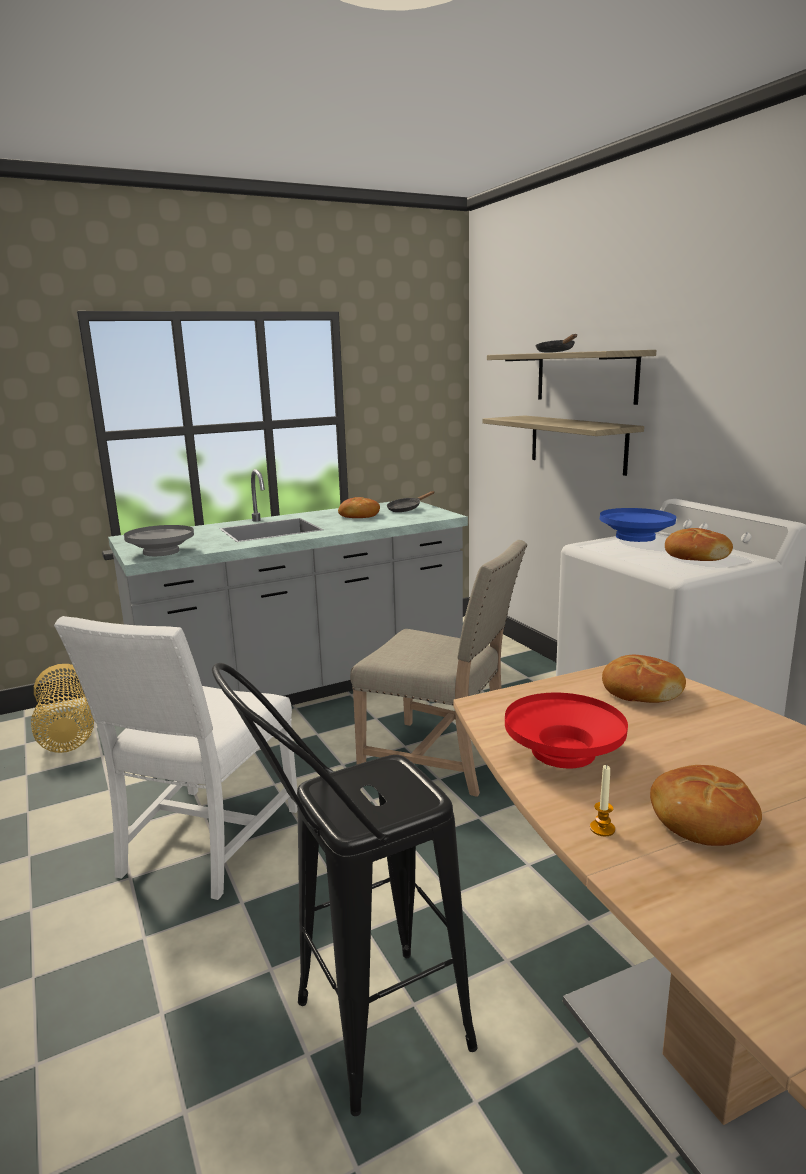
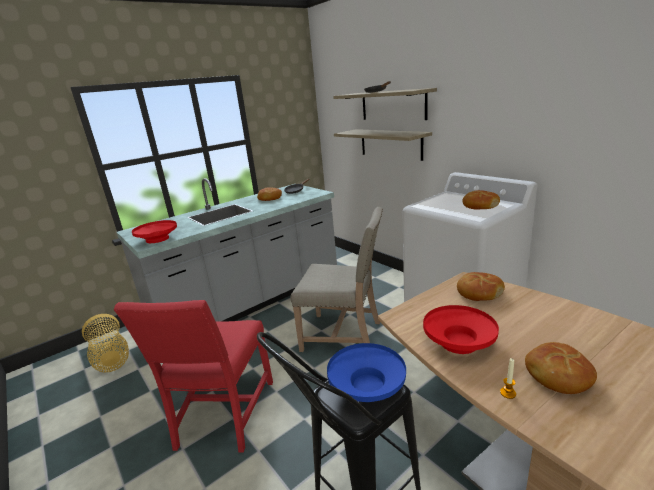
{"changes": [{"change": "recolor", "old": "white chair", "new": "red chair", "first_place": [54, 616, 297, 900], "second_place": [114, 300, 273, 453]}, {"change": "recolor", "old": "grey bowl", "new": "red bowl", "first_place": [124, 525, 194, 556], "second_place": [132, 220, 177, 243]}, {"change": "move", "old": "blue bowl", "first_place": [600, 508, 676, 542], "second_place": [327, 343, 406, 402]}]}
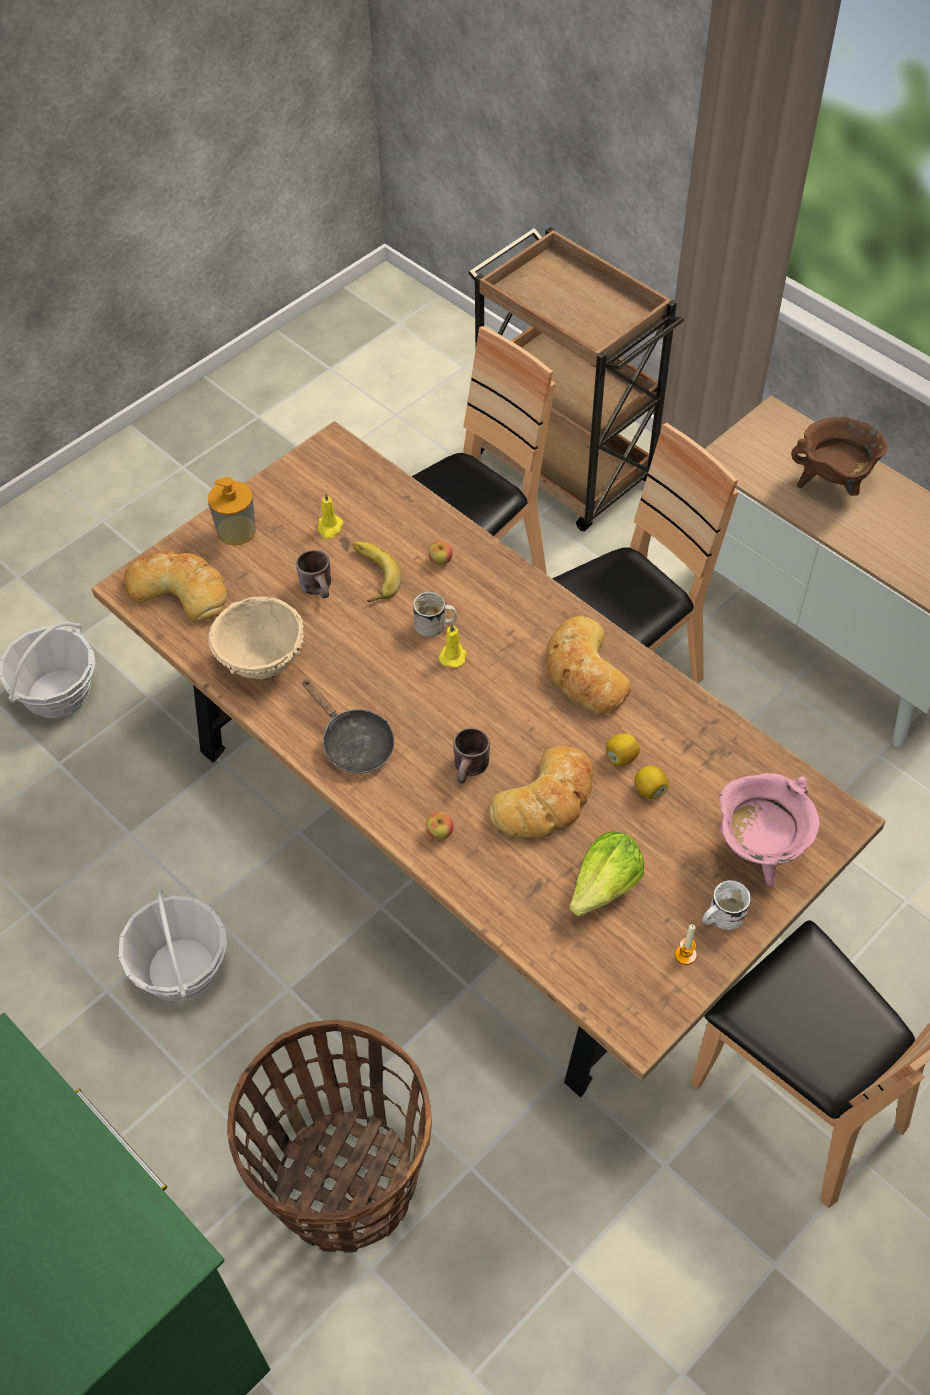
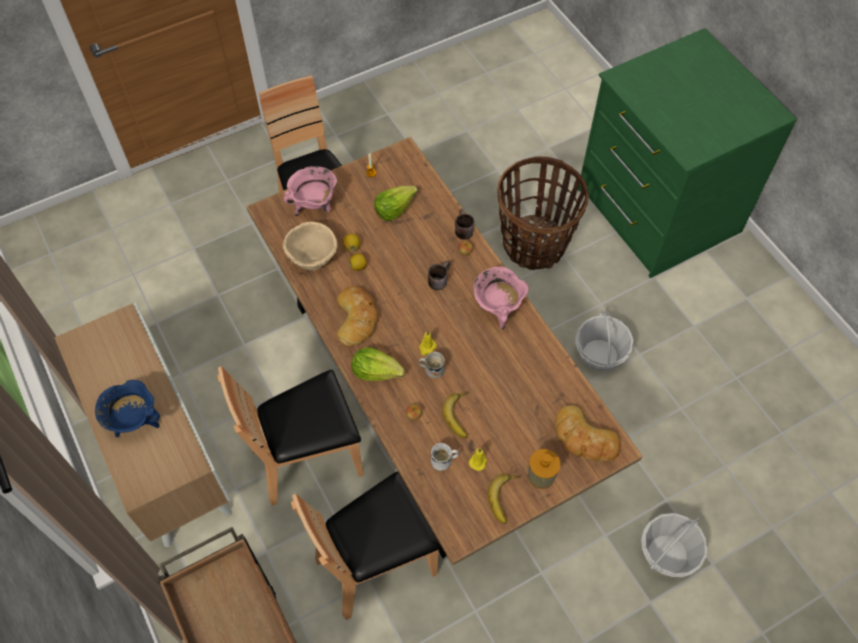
{"changes": [{"change": "recolor", "old": "brown cooking pot", "new": "blue cooking pot", "first_place": [791, 417, 888, 496], "second_place": [95, 380, 160, 437]}, {"change": "move", "old": "beige bowl", "first_place": [208, 596, 304, 679], "second_place": [283, 222, 338, 271]}, {"change": "insert", "new": "lettuce", "second_place": [352, 347, 405, 381]}, {"change": "move", "old": "white mug", "first_place": [702, 880, 751, 931], "second_place": [431, 443, 459, 471]}, {"change": "move", "old": "brown mug", "first_place": [296, 550, 331, 598], "second_place": [455, 209, 475, 240]}, {"change": "replace", "old": "black frying pan", "new": "pink cooking pot", "first_place": [302, 679, 394, 773], "second_place": [473, 267, 529, 329]}, {"change": "insert", "new": "banana", "second_place": [488, 474, 520, 524]}, {"change": "delete", "old": "bread", "first_place": [488, 746, 593, 838]}]}
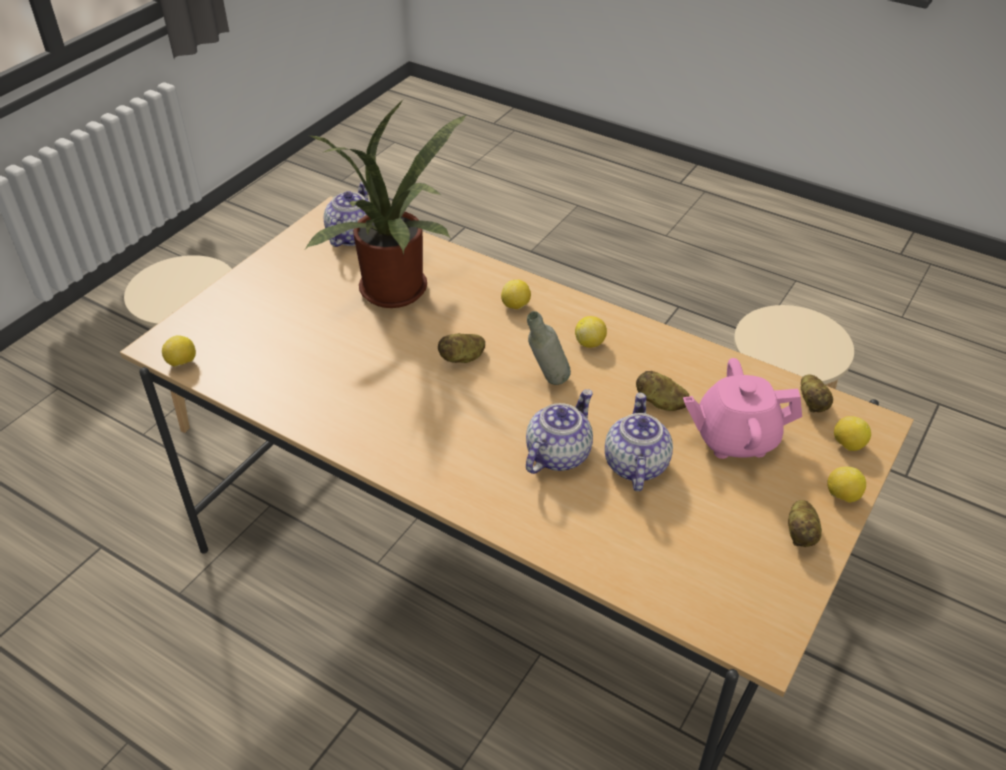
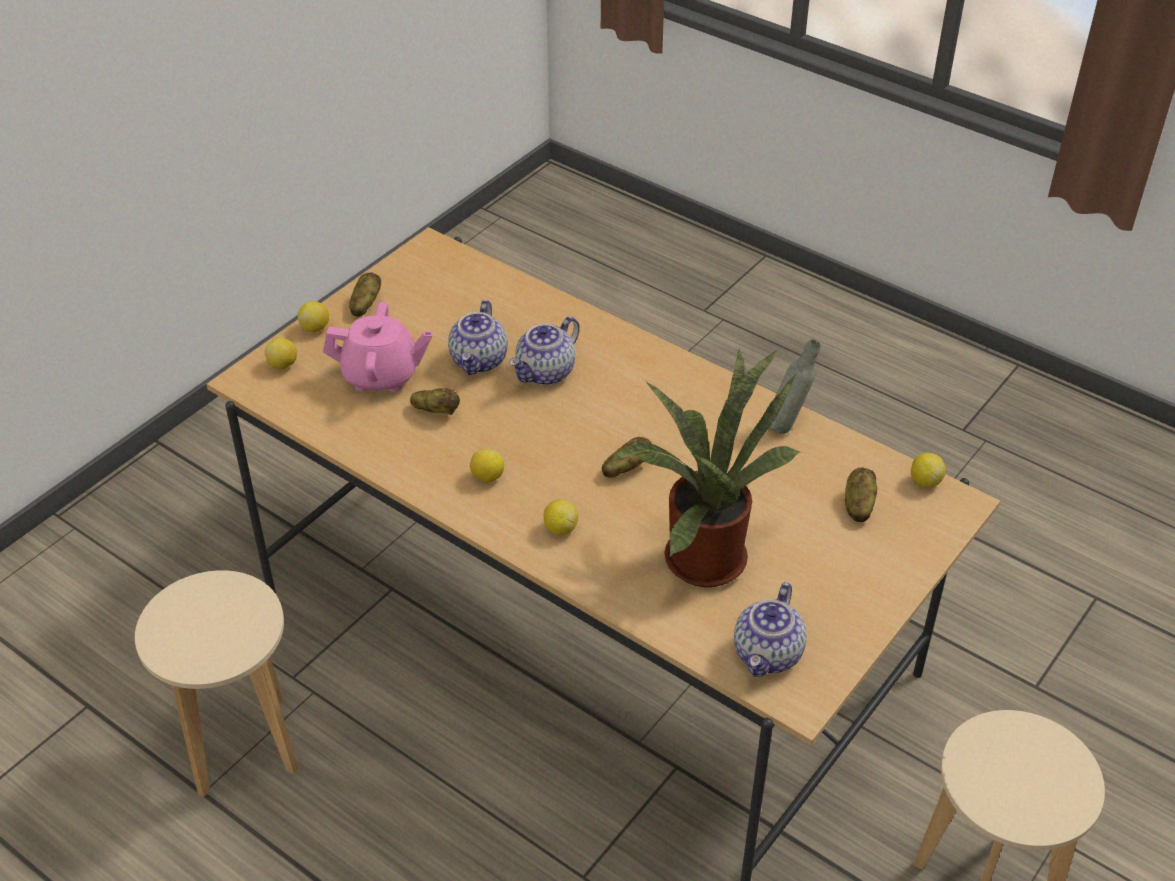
{"changes": [{"change": "move", "old": "grey bottle", "first_place": [527, 311, 571, 385], "second_place": [769, 339, 820, 434]}, {"change": "move", "old": "potato", "first_place": [800, 375, 833, 413], "second_place": [845, 468, 877, 522]}]}
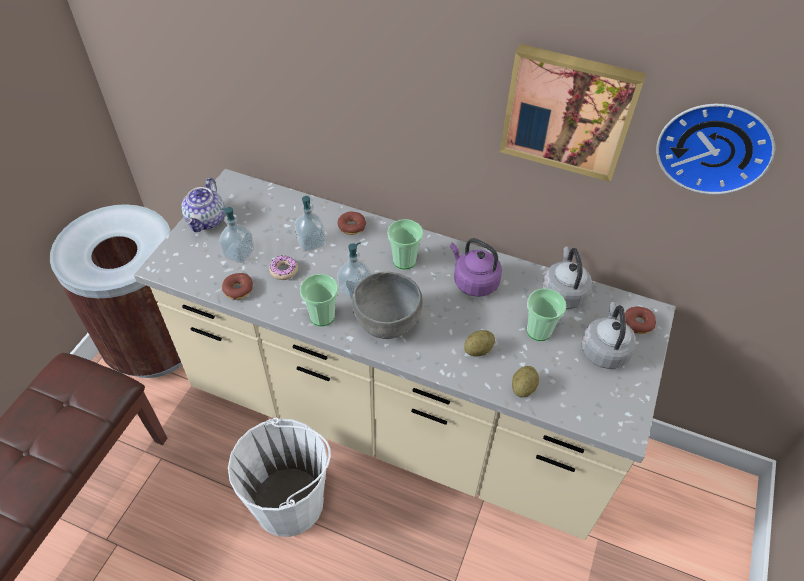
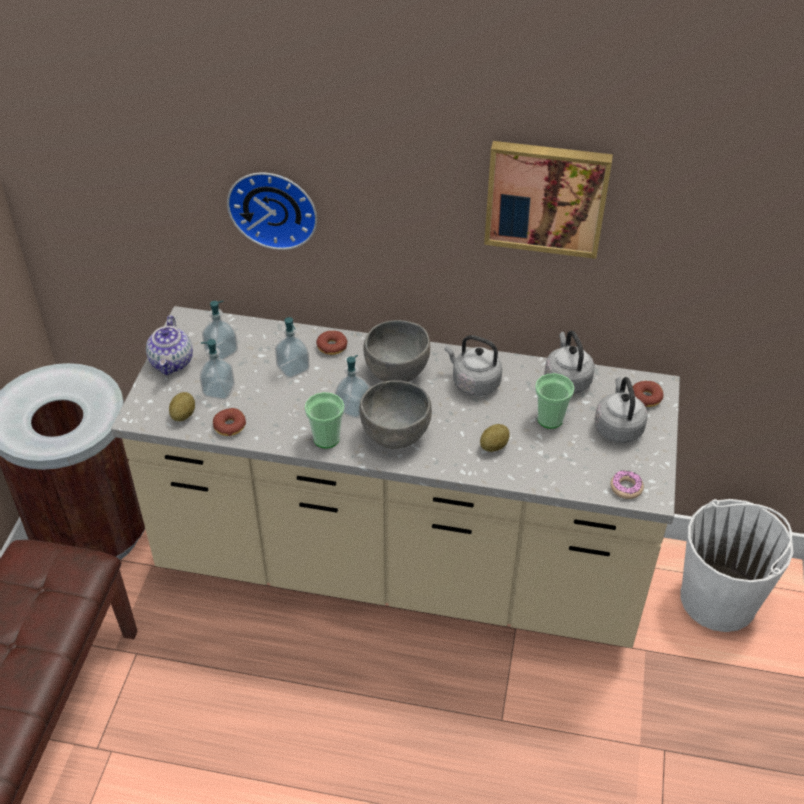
{"changes": [{"change": "move", "old": "potato", "first_place": [512, 366, 539, 397], "second_place": [169, 392, 195, 421]}, {"change": "insert", "new": "soap dispenser", "second_place": [202, 301, 238, 360]}, {"change": "move", "old": "wall clock", "first_place": [656, 104, 775, 194], "second_place": [227, 172, 317, 250]}, {"change": "replace", "old": "cup", "new": "grey bowl", "first_place": [387, 219, 423, 269], "second_place": [363, 320, 430, 382]}, {"change": "recolor", "old": "purple kettle", "new": "grey kettle", "first_place": [450, 238, 502, 297], "second_place": [445, 335, 502, 396]}, {"change": "move", "old": "donut", "first_place": [269, 255, 298, 280], "second_place": [610, 471, 644, 499]}, {"change": "move", "old": "white bucket", "first_place": [228, 418, 331, 537], "second_place": [681, 499, 793, 632]}]}
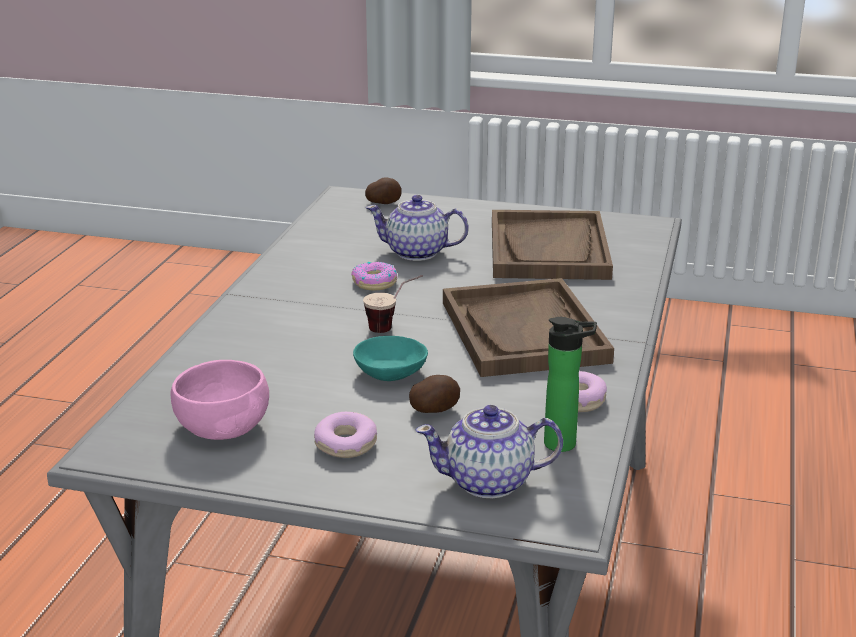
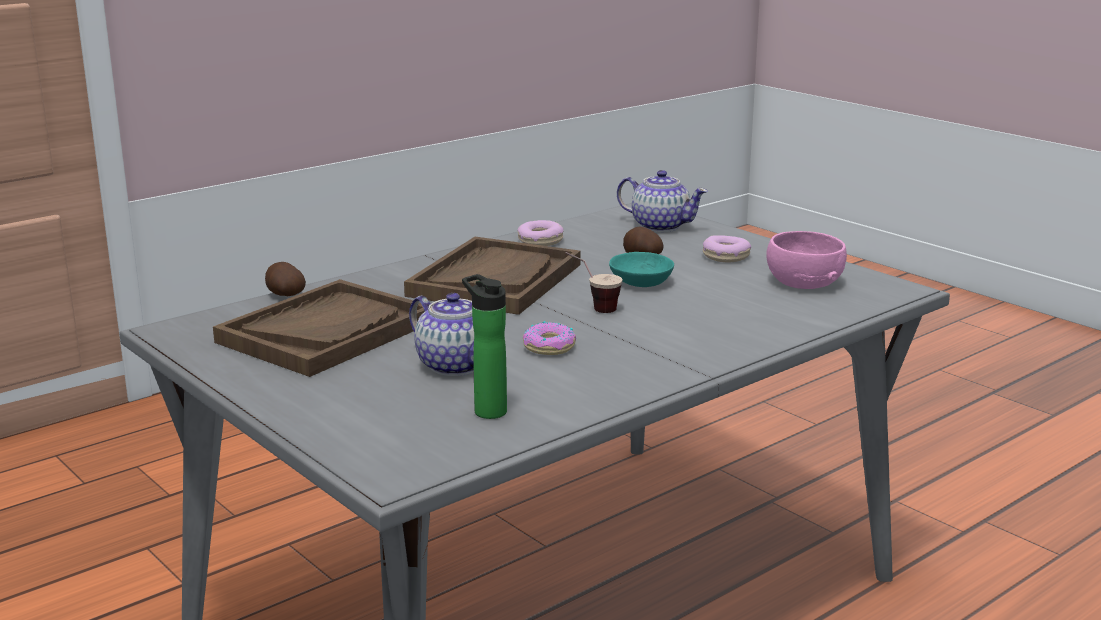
{"changes": [{"change": "move", "old": "potato", "first_place": [365, 177, 402, 204], "second_place": [265, 262, 306, 296]}, {"change": "move", "old": "bottle", "first_place": [544, 317, 597, 452], "second_place": [462, 274, 507, 419]}]}
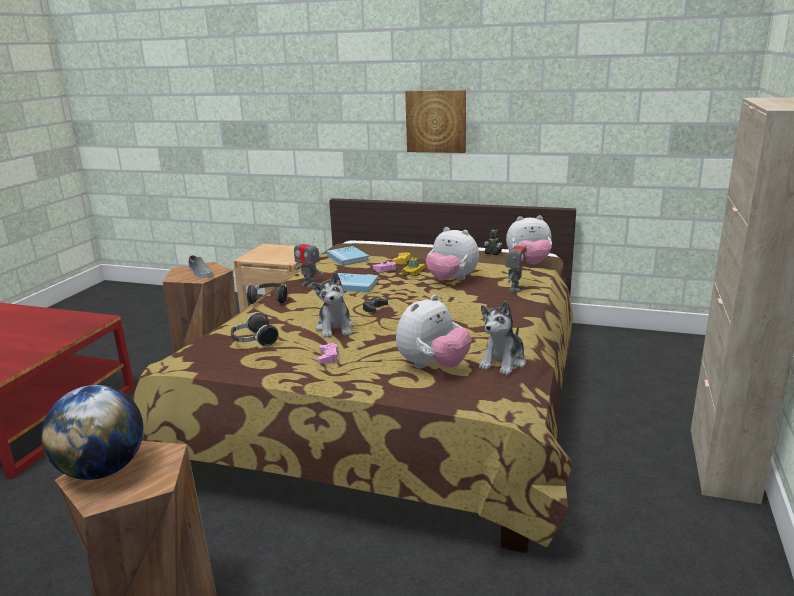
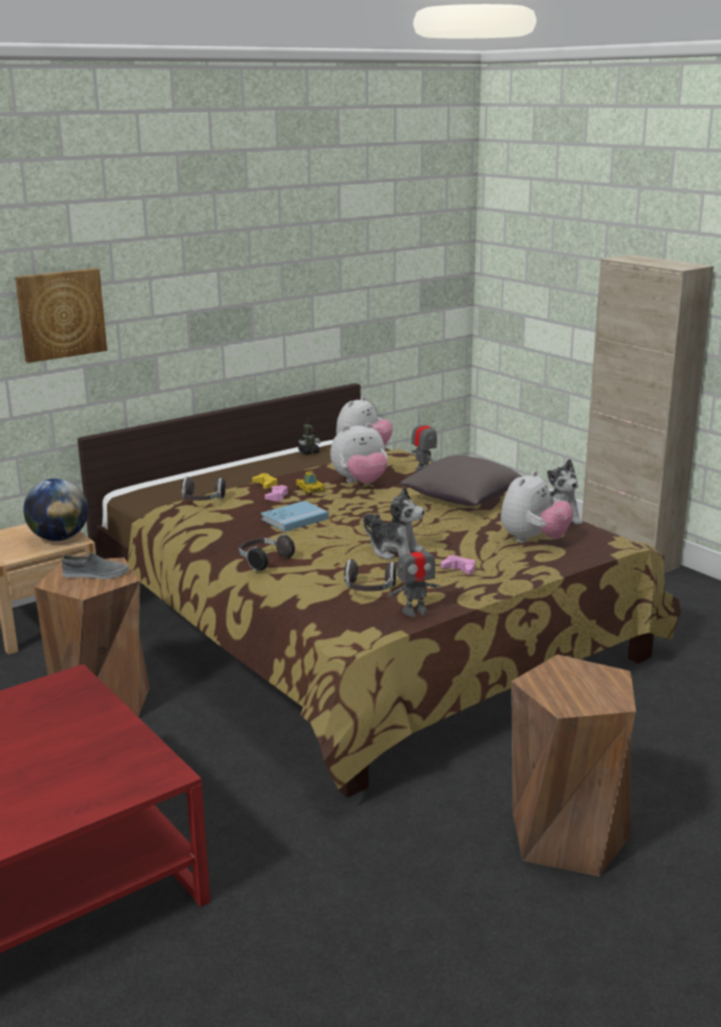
{"changes": [{"change": "move", "old": "picture", "first_place": [405, 90, 466, 153], "second_place": [15, 268, 107, 363]}, {"change": "move", "old": "globe", "first_place": [41, 385, 144, 480], "second_place": [23, 478, 88, 541]}, {"change": "replace", "old": "blue book", "new": "headphones", "first_place": [327, 246, 370, 266], "second_place": [181, 477, 226, 500]}, {"change": "move", "old": "toy robot", "first_place": [294, 234, 324, 288], "second_place": [388, 539, 442, 617]}, {"change": "insert", "new": "grey pillow", "second_place": [400, 455, 523, 506]}, {"change": "rotate", "old": "plush toy", "first_place": [396, 295, 472, 369], "second_place": [501, 470, 573, 543], "degrees": 45}]}
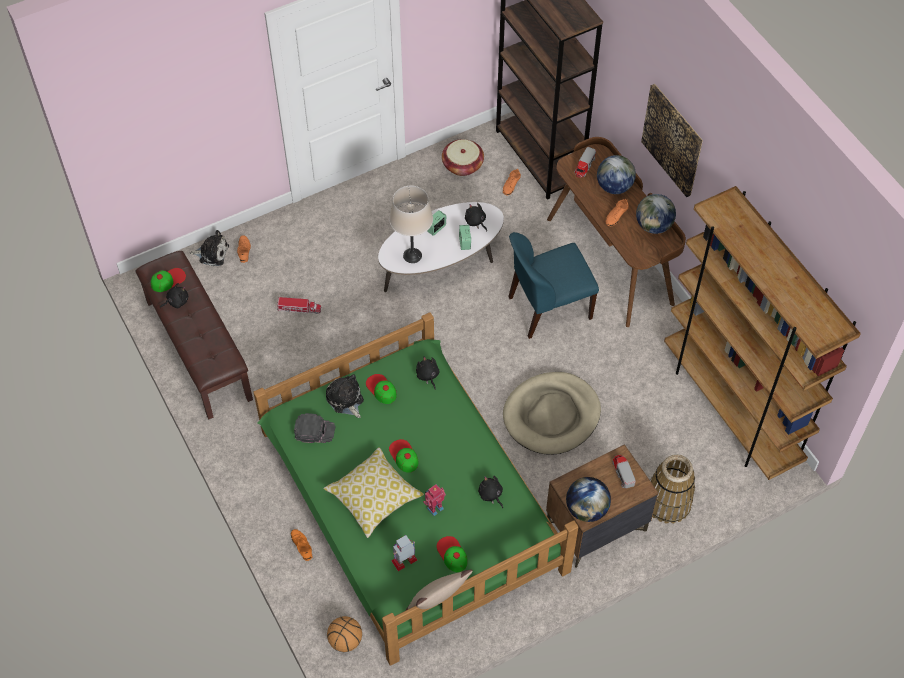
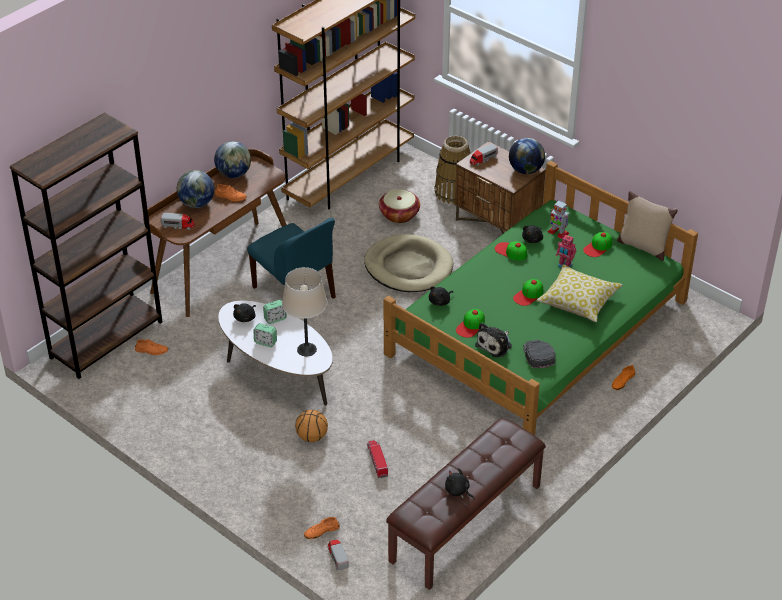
{"changes": [{"change": "move", "old": "basketball", "first_place": [327, 616, 362, 652], "second_place": [295, 410, 328, 442]}, {"change": "replace", "old": "plush toy", "new": "toy truck", "first_place": [190, 230, 229, 266], "second_place": [328, 539, 349, 570]}, {"change": "move", "old": "basket", "first_place": [442, 139, 484, 176], "second_place": [379, 189, 420, 223]}, {"change": "move", "old": "cap", "first_place": [151, 268, 186, 292], "second_place": [495, 241, 527, 260]}, {"change": "move", "old": "toy robot", "first_place": [391, 535, 417, 571], "second_place": [547, 200, 569, 239]}, {"change": "delete", "old": "picture", "first_place": [641, 84, 703, 197]}]}
